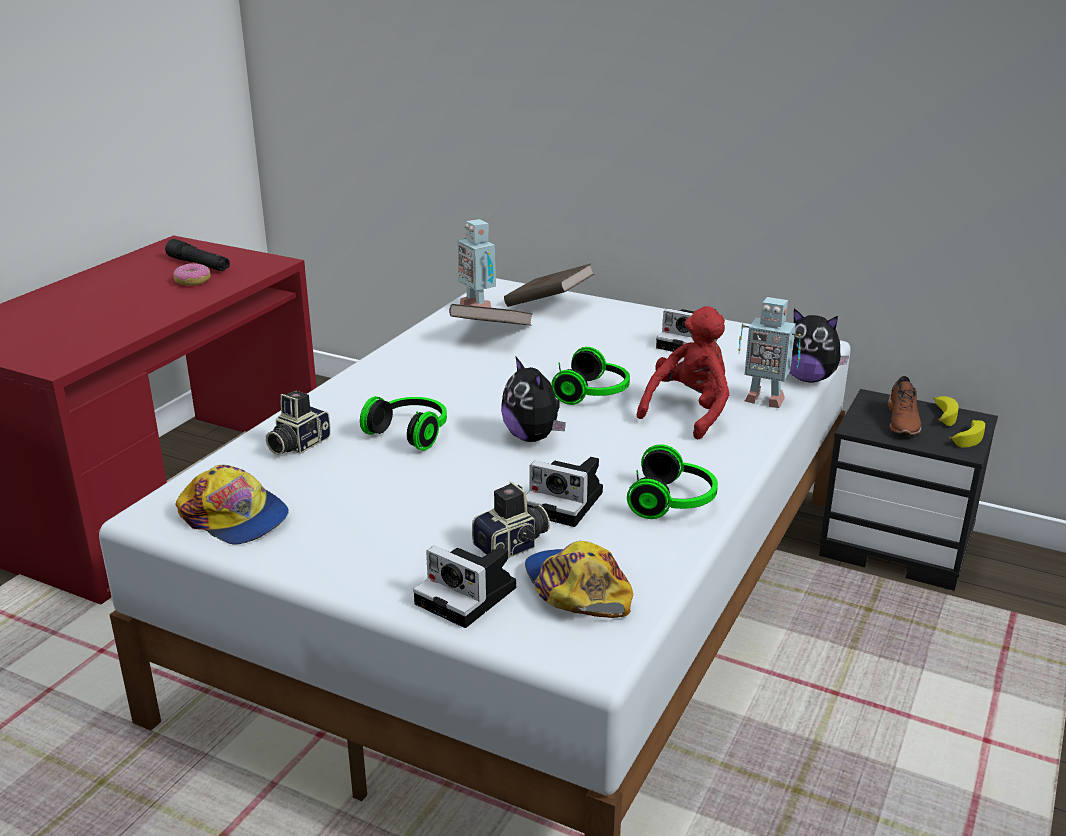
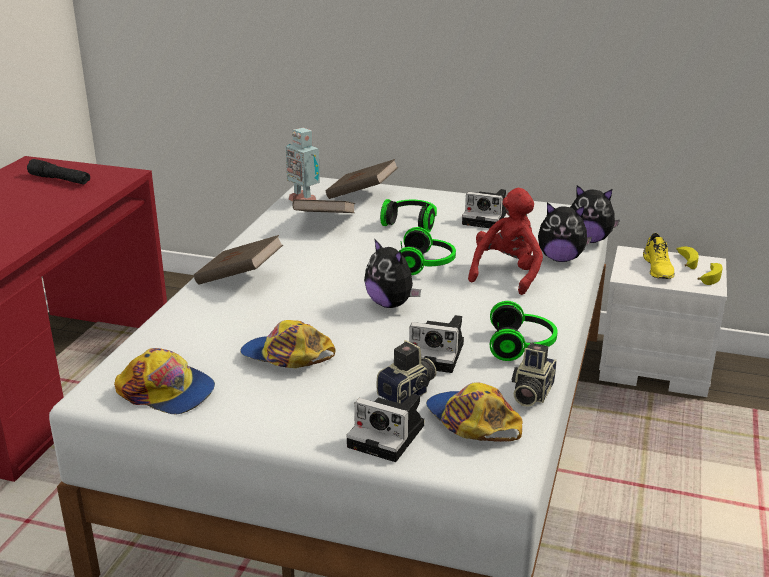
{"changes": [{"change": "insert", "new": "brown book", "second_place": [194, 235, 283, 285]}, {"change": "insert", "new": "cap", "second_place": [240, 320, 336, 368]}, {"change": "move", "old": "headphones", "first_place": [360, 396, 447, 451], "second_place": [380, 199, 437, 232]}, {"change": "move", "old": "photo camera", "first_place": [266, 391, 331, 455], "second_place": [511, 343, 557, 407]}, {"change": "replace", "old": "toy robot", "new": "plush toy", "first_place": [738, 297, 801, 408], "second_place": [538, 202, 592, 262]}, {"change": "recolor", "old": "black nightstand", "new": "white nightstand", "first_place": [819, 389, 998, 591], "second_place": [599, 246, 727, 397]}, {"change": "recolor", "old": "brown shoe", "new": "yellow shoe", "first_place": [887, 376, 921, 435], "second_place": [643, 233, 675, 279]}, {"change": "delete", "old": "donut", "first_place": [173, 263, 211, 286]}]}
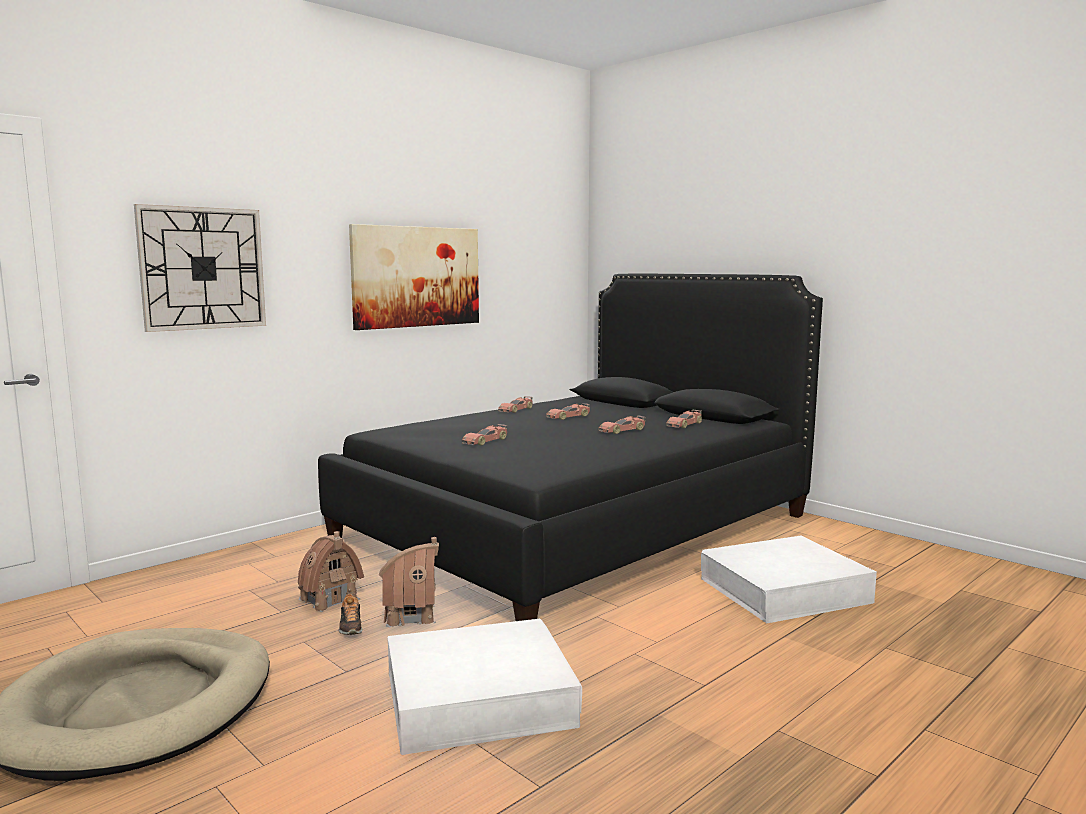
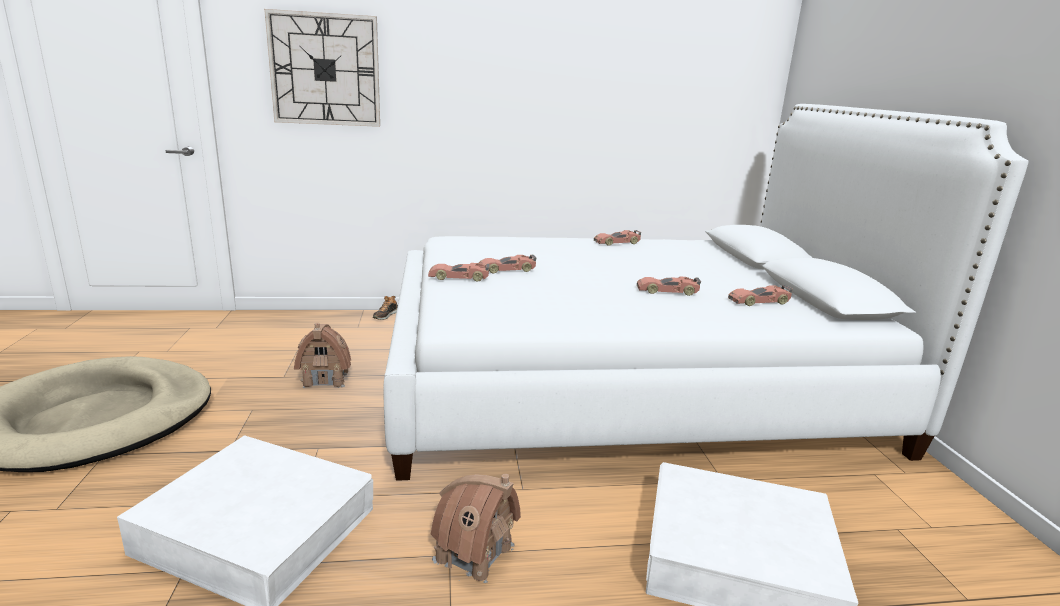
{"changes": [{"change": "move", "old": "shoe", "first_place": [339, 594, 363, 635], "second_place": [373, 296, 398, 320]}, {"change": "recolor", "old": "black bed", "new": "white bed", "first_place": [318, 274, 823, 621], "second_place": [383, 104, 1029, 481]}, {"change": "move", "old": "toy car", "first_place": [546, 403, 590, 420], "second_place": [428, 263, 490, 281]}, {"change": "move", "old": "toy house", "first_place": [379, 537, 439, 628], "second_place": [431, 474, 521, 583]}, {"change": "delete", "old": "picture", "first_place": [349, 224, 479, 330]}]}
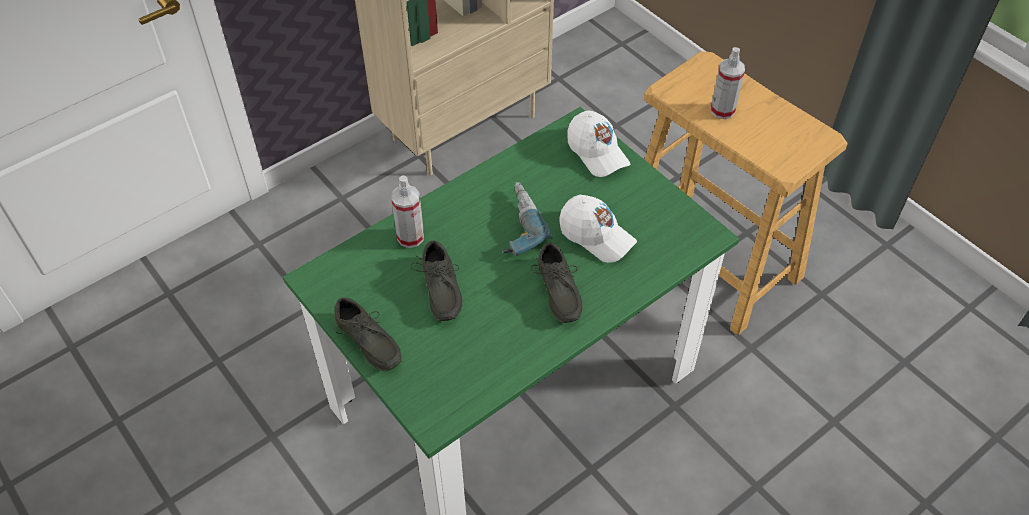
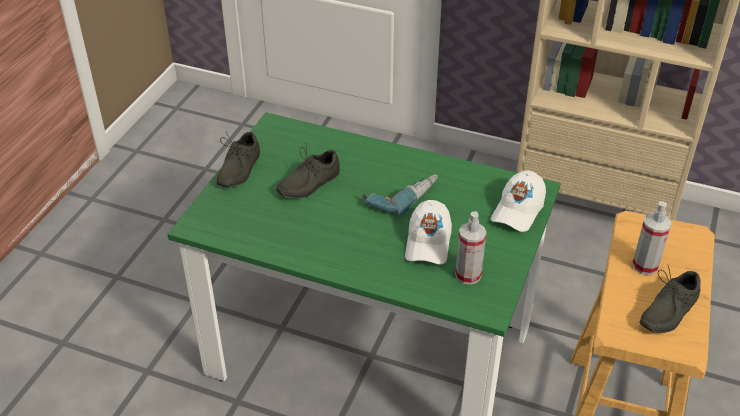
{"changes": [{"change": "move", "old": "spray bottle", "first_place": [391, 175, 424, 248], "second_place": [455, 211, 486, 285]}, {"change": "move", "old": "grey shoe", "first_place": [531, 242, 582, 323], "second_place": [639, 266, 701, 333]}]}
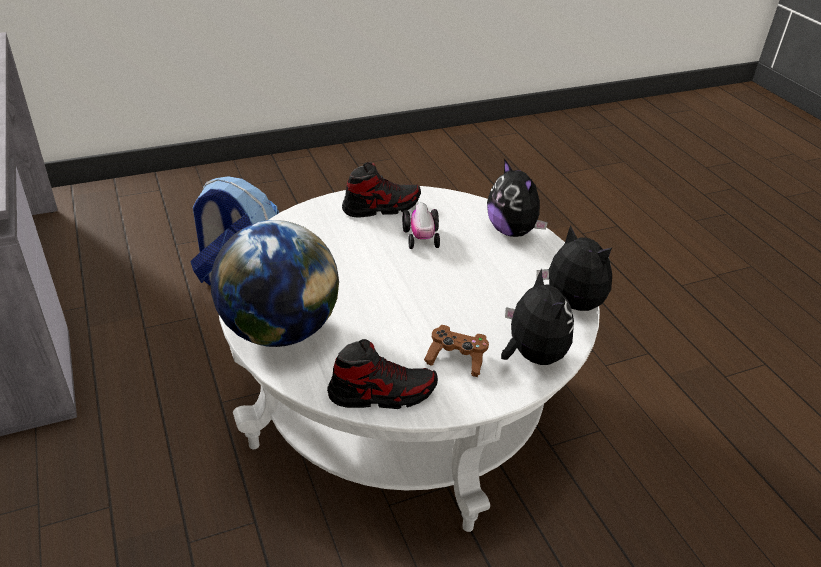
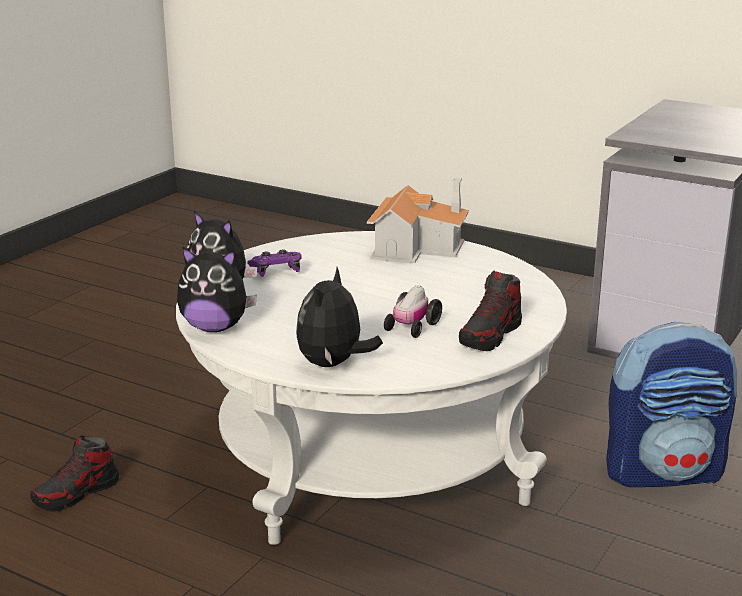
{"changes": [{"change": "move", "old": "shoe", "first_place": [327, 339, 438, 409], "second_place": [30, 435, 119, 512]}, {"change": "recolor", "old": "brown game controller", "new": "purple game controller", "first_place": [424, 325, 489, 377], "second_place": [247, 250, 302, 277]}, {"change": "rotate", "old": "plush toy", "first_place": [487, 159, 548, 237], "second_place": [296, 267, 383, 367], "degrees": -90}, {"change": "replace", "old": "globe", "new": "toy house", "first_place": [211, 220, 339, 347], "second_place": [367, 177, 469, 263]}, {"change": "rotate", "old": "toy car", "first_place": [402, 203, 440, 249], "second_place": [384, 285, 442, 338], "degrees": -105}]}
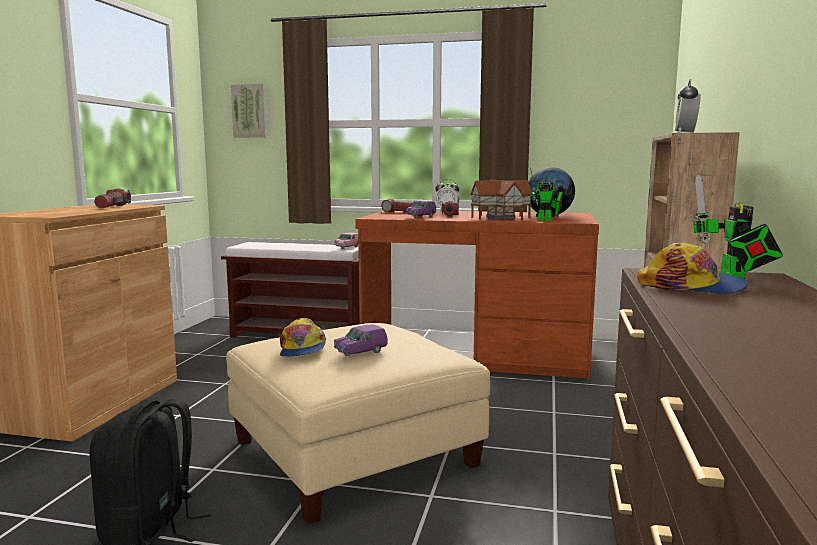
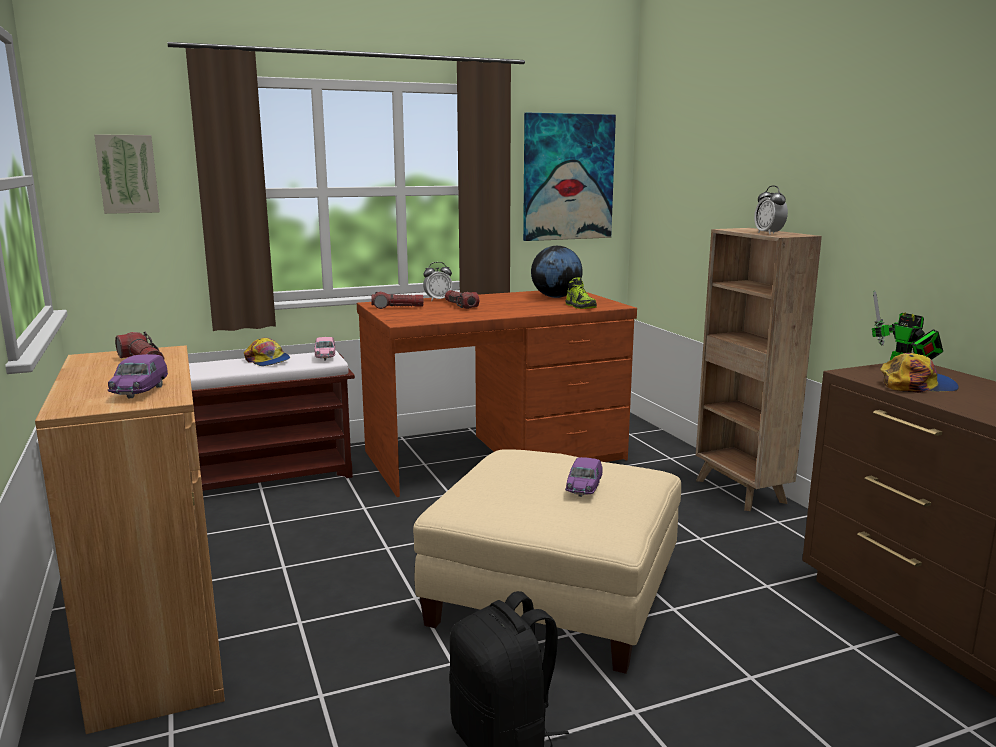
{"changes": [{"change": "move", "old": "purple toy car", "first_place": [406, 200, 436, 218], "second_place": [108, 354, 168, 398]}, {"change": "move", "old": "cap", "first_place": [280, 318, 326, 357], "second_place": [244, 338, 290, 366]}, {"change": "insert", "new": "picture", "second_place": [523, 113, 616, 241]}, {"change": "replace", "old": "toy robot", "new": "shoe", "first_place": [530, 168, 563, 221], "second_place": [565, 277, 597, 309]}, {"change": "delete", "old": "toy house", "first_place": [470, 180, 532, 221]}]}
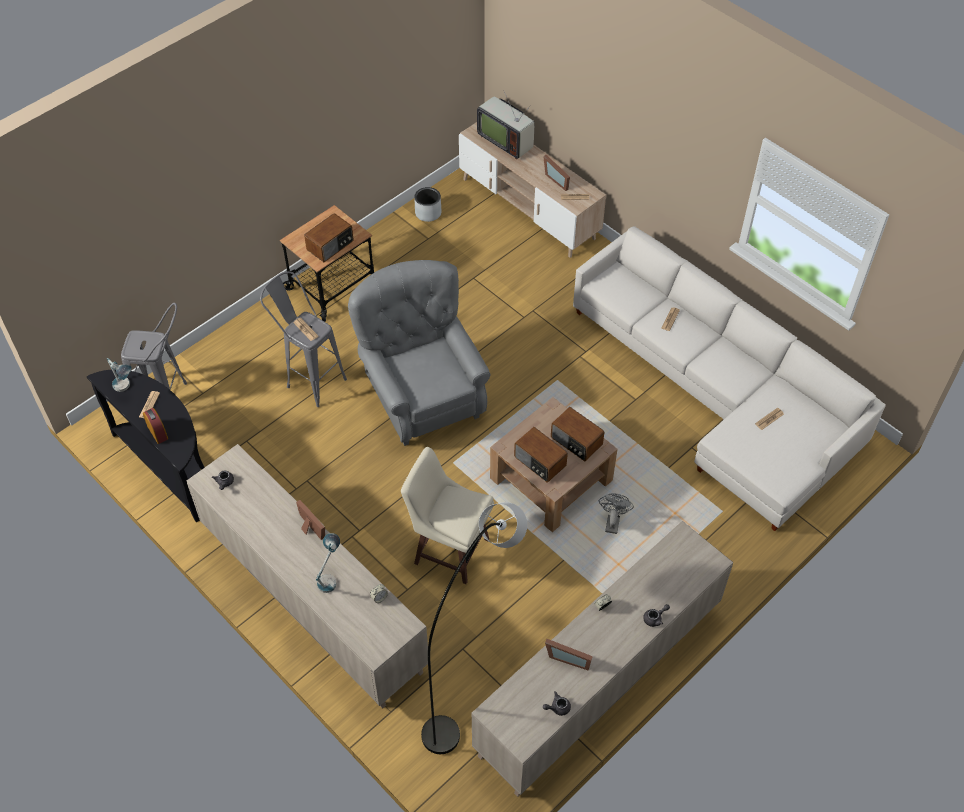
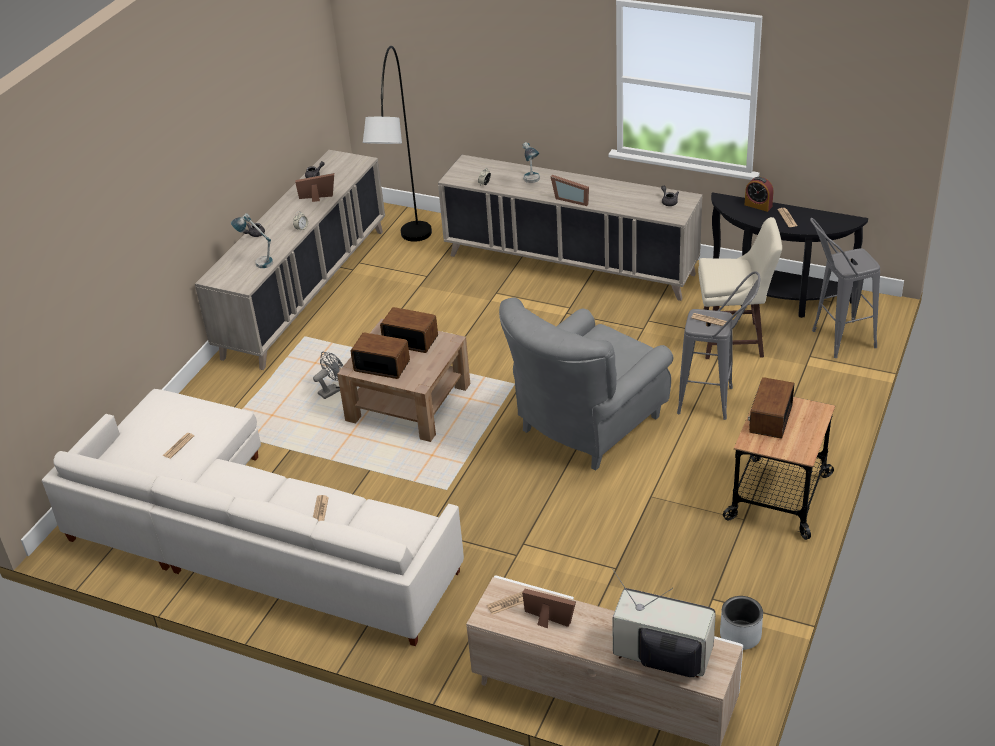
{"changes": [{"change": "move", "old": "table lamp", "first_place": [107, 358, 131, 392], "second_place": [231, 213, 273, 268]}, {"change": "rotate", "old": "grey fan", "first_place": [599, 493, 634, 534], "second_place": [313, 352, 343, 399], "degrees": -120}, {"change": "rotate", "old": "grey armchair", "first_place": [348, 260, 490, 446], "second_place": [499, 297, 673, 471], "degrees": 90}, {"change": "move", "old": "beige stool", "first_place": [401, 447, 494, 584], "second_place": [698, 217, 782, 359]}]}
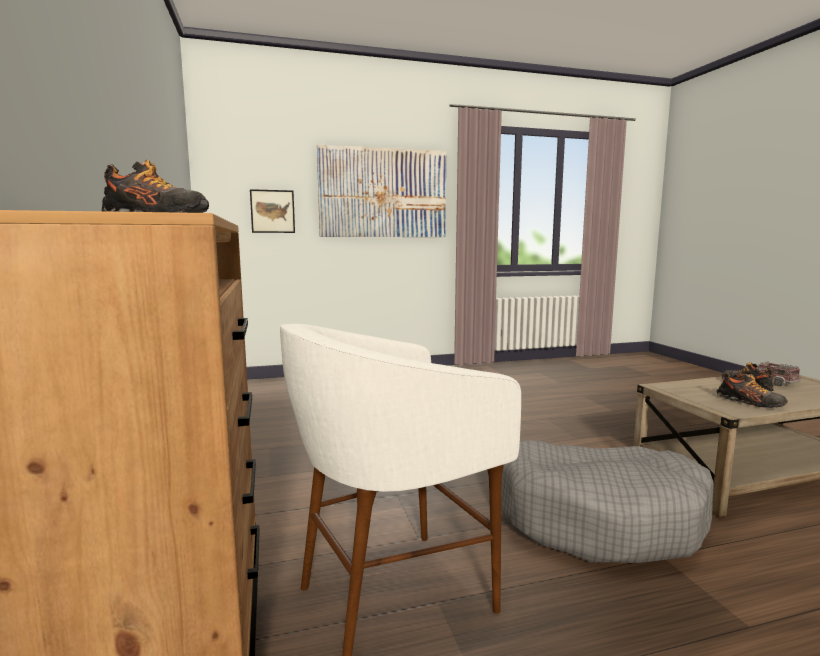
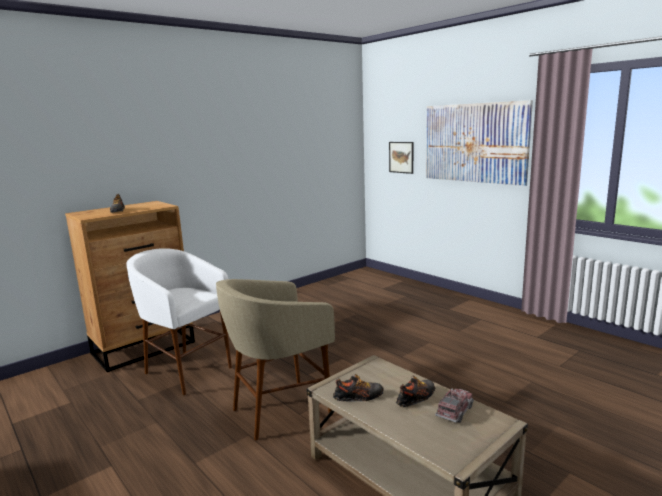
{"changes": [{"change": "replace", "old": "grey dog bed", "new": "beige stool", "first_place": [501, 440, 714, 563], "second_place": [216, 279, 335, 440]}, {"change": "rotate", "old": "shoe", "first_place": [716, 372, 788, 408], "second_place": [333, 374, 383, 402], "degrees": -120}]}
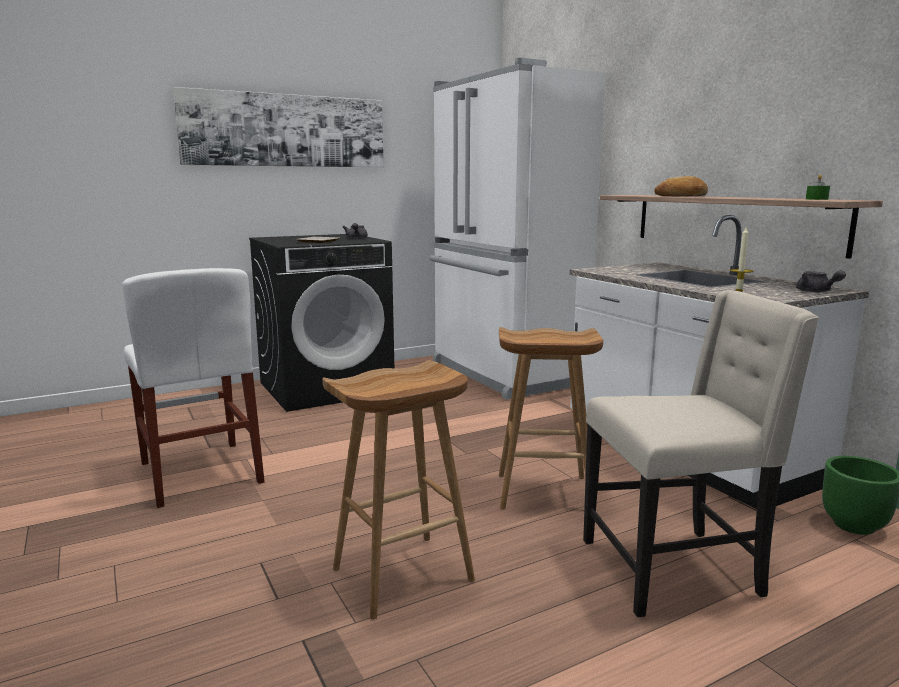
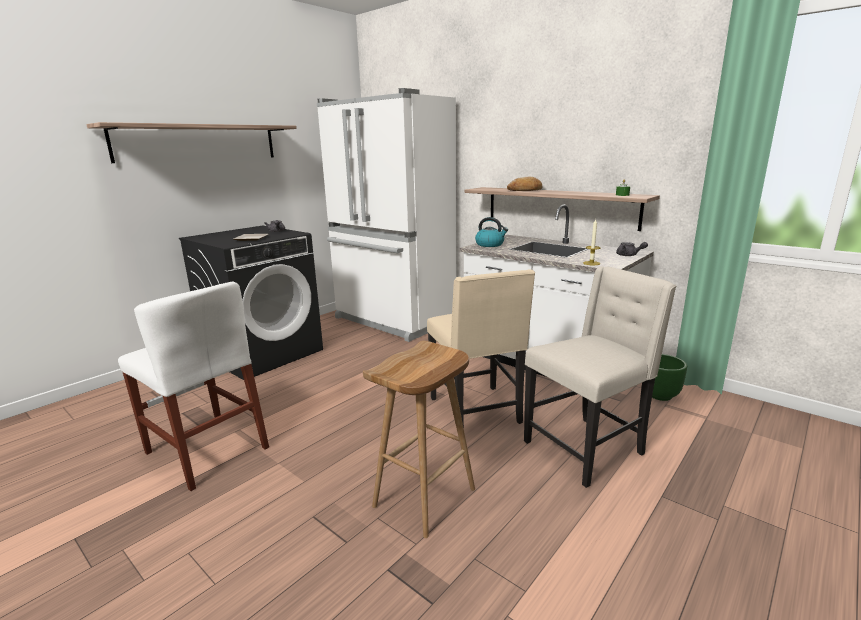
{"changes": [{"change": "replace", "old": "picture", "new": "shelf", "first_place": [173, 87, 384, 167], "second_place": [86, 122, 297, 163]}, {"change": "replace", "old": "brown stool", "new": "beige chair", "first_place": [499, 327, 603, 510], "second_place": [427, 269, 535, 428]}, {"change": "insert", "new": "kettle", "second_place": [475, 217, 508, 247]}]}
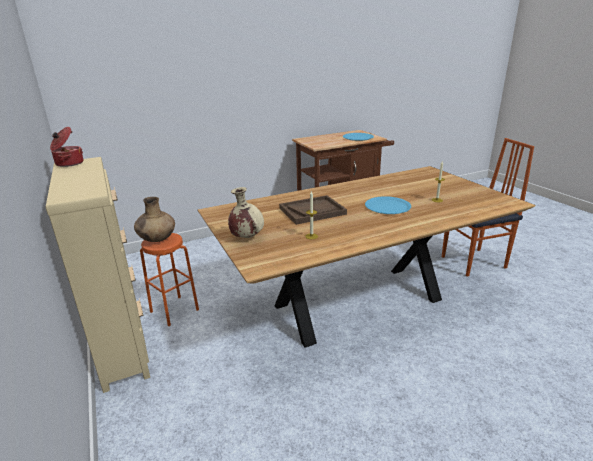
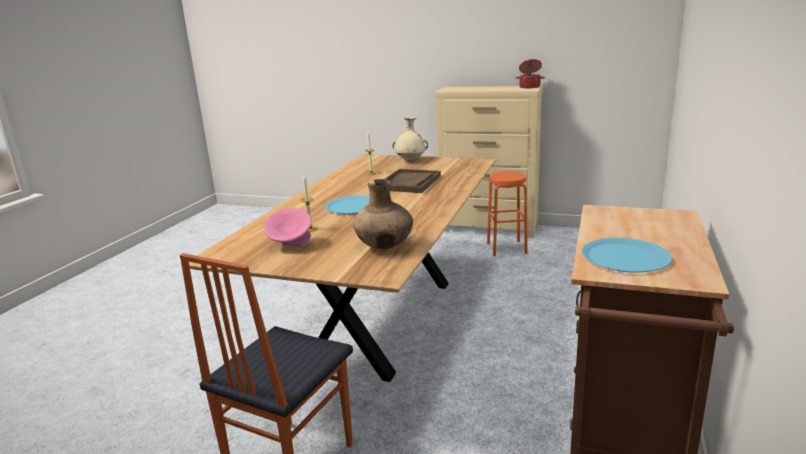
{"changes": [{"change": "insert", "new": "pink bowl", "second_place": [264, 208, 312, 247]}, {"change": "move", "old": "brown vase", "first_place": [134, 197, 175, 242], "second_place": [353, 179, 413, 249]}]}
